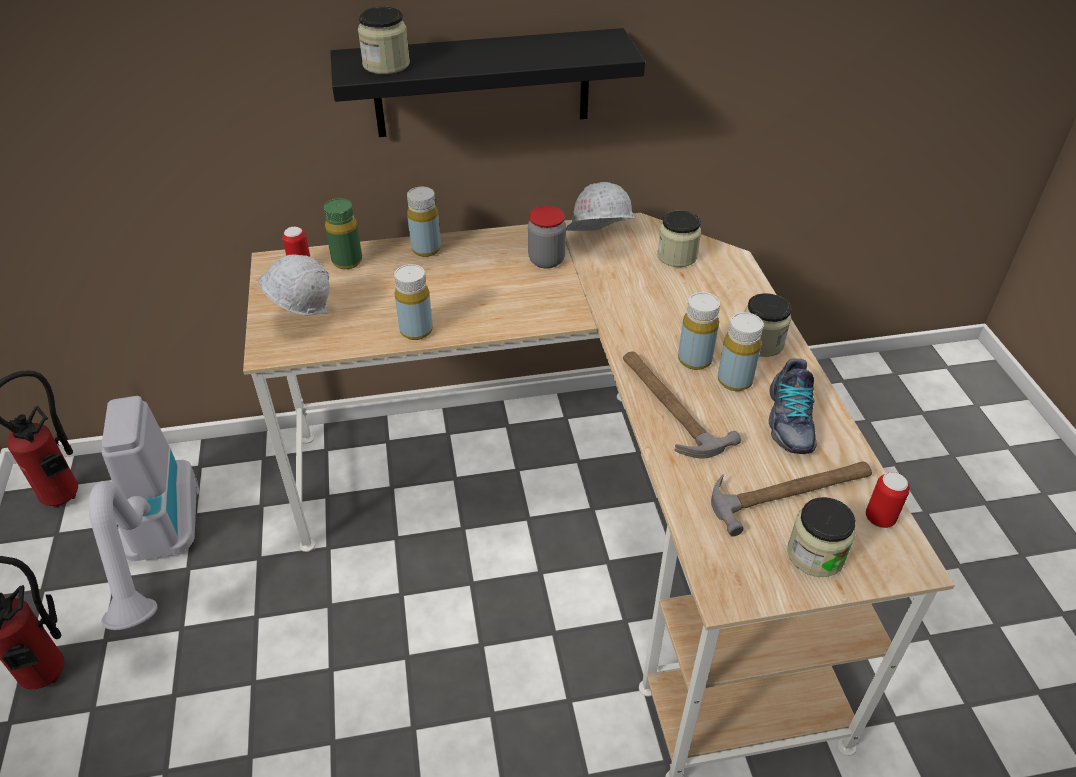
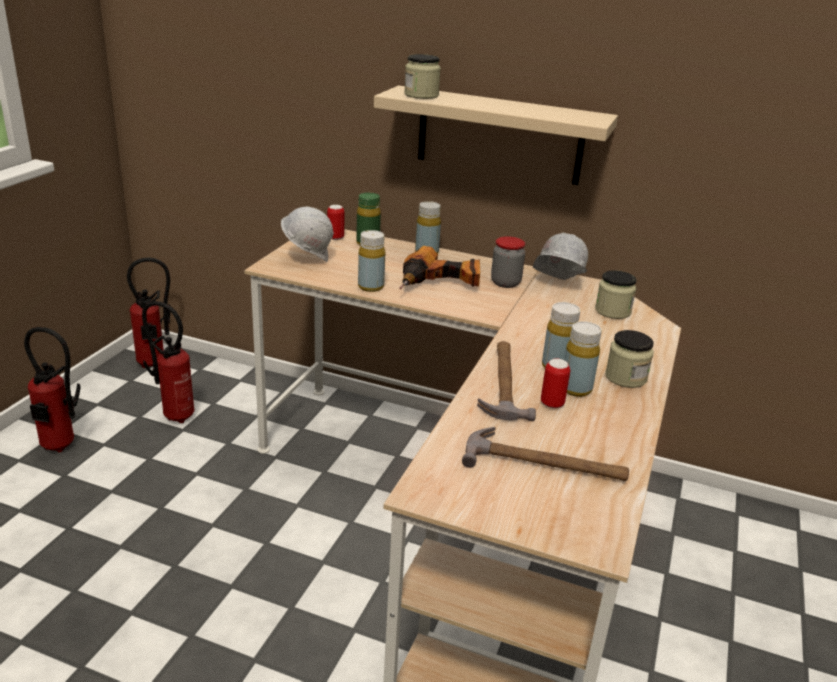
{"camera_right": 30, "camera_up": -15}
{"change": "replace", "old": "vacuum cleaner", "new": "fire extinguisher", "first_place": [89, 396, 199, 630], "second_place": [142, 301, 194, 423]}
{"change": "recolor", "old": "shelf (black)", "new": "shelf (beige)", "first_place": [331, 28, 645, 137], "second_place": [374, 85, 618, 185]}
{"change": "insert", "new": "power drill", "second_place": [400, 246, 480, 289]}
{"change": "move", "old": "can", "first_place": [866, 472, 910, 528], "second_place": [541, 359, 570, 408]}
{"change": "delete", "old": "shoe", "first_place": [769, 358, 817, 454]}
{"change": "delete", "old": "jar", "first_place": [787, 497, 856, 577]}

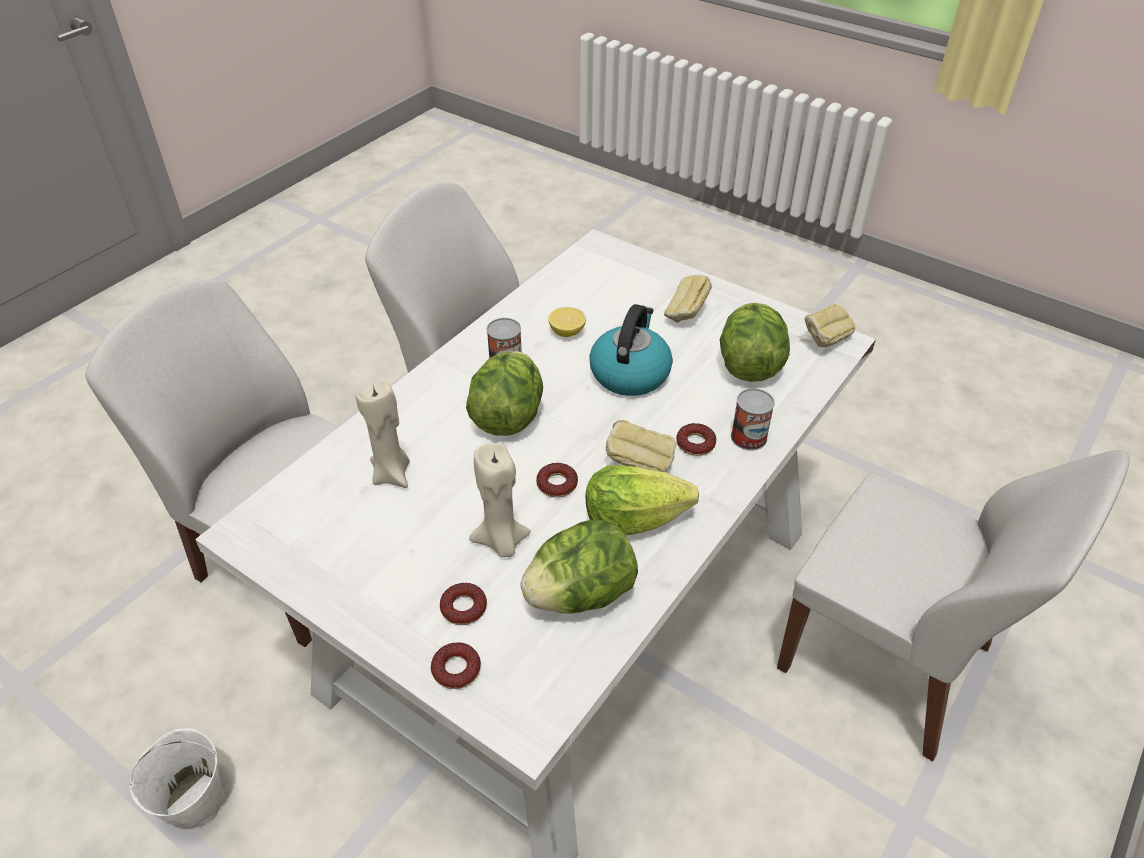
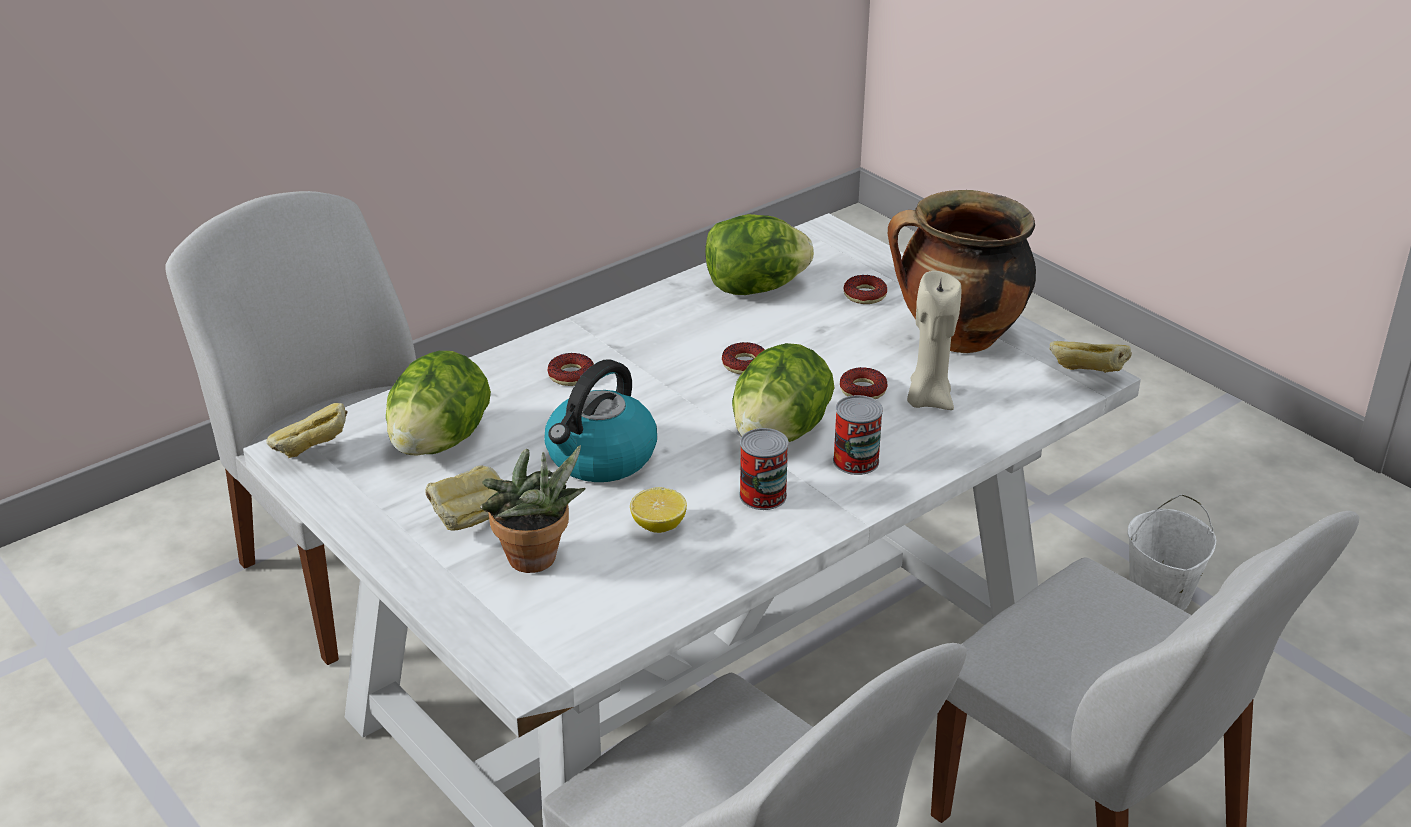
{"camera_right": -165, "camera_up": -10}
{"change": "insert", "new": "potted plant", "second_place": [480, 445, 586, 573]}
{"change": "move", "old": "can", "first_place": [731, 388, 775, 451], "second_place": [833, 395, 883, 475]}
{"change": "move", "old": "donut", "first_place": [431, 642, 481, 689], "second_place": [840, 367, 888, 399]}
{"change": "insert", "new": "cooking pot", "second_place": [888, 190, 1036, 353]}
{"change": "move", "old": "bread", "first_place": [606, 420, 676, 472], "second_place": [1050, 341, 1132, 373]}
{"change": "delete", "old": "candle (beige)", "first_place": [469, 443, 531, 557]}
{"change": "delete", "old": "lettuce", "first_place": [586, 465, 699, 535]}

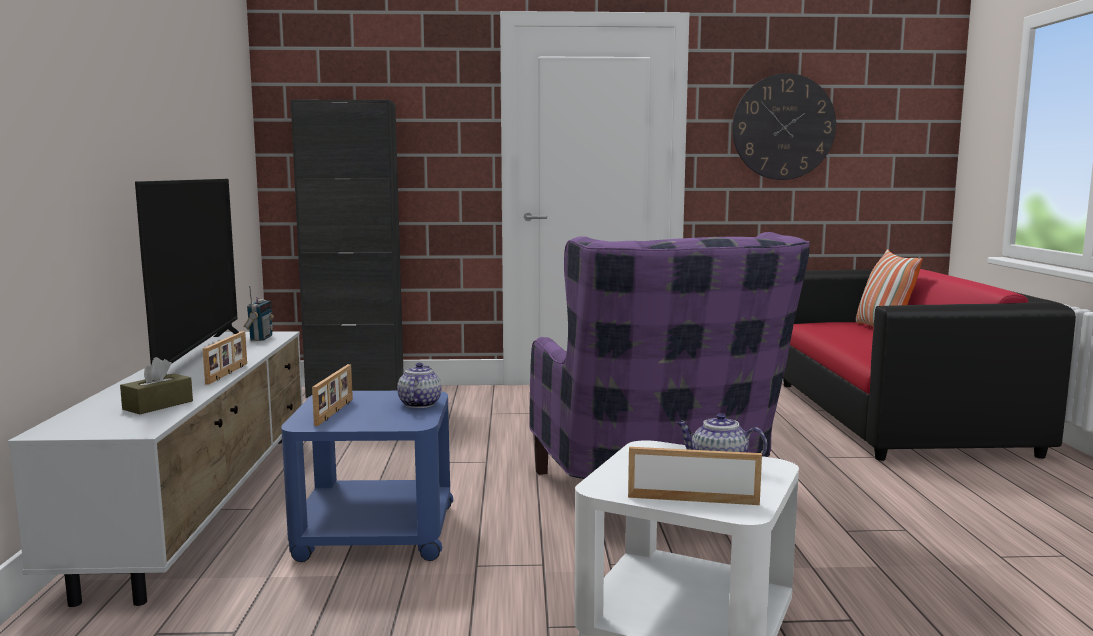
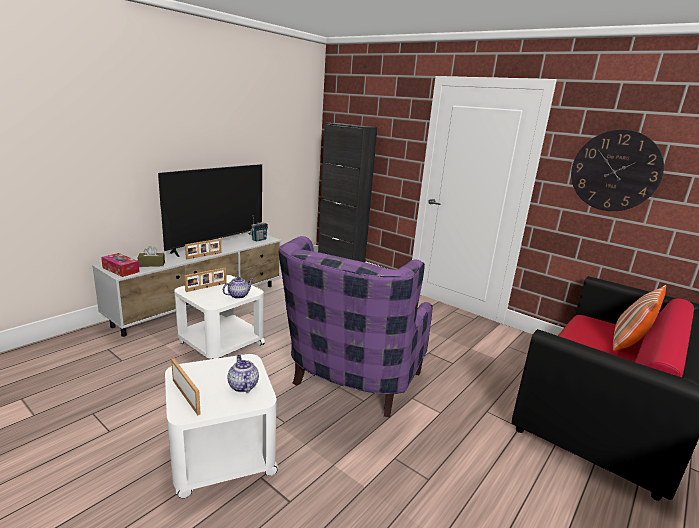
{"camera_right": 40, "camera_up": 10}
{"change": "insert", "new": "tissue box", "second_place": [101, 253, 140, 277]}
{"change": "recolor", "old": "side table (blue)", "new": "side table (white)", "first_place": [281, 391, 454, 562], "second_place": [174, 275, 265, 359]}

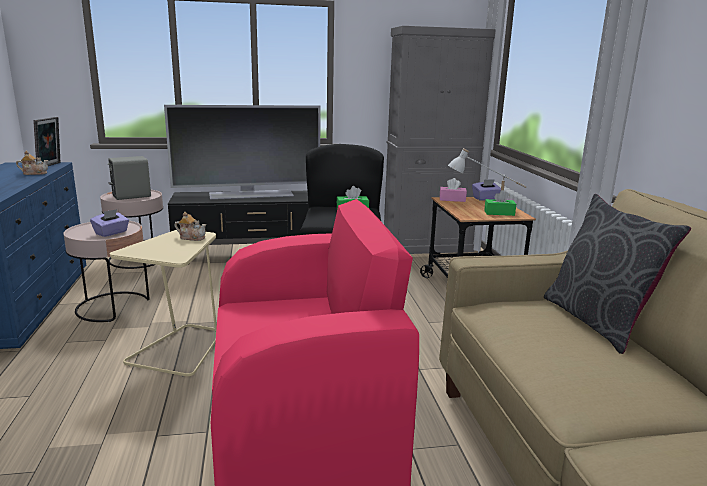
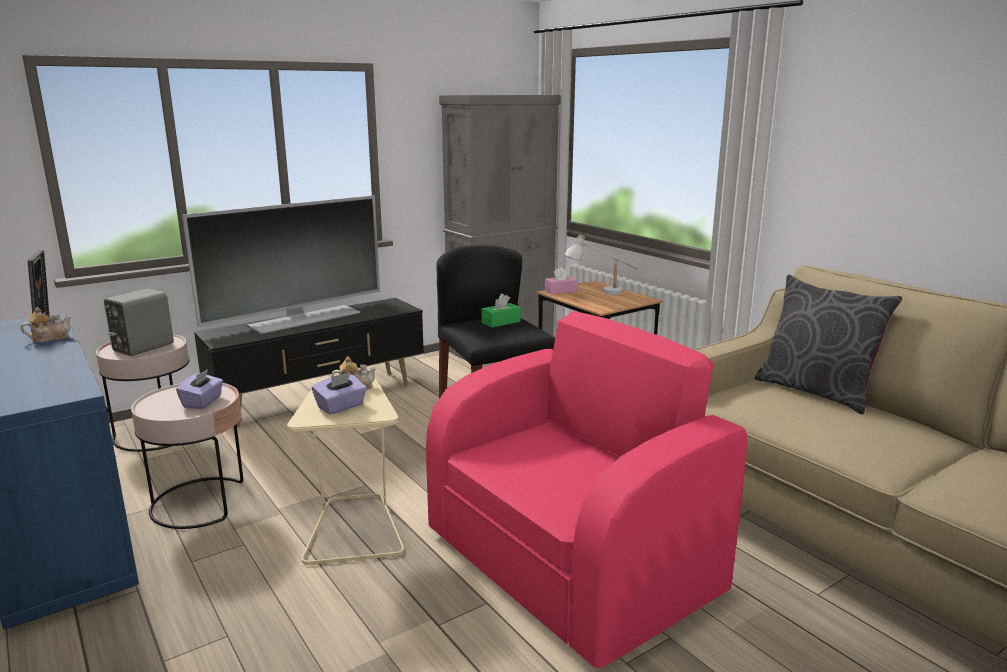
{"camera_right": -25, "camera_up": 0}
{"change": "move", "old": "tissue box (purple)", "first_place": [472, 179, 501, 201], "second_place": [312, 372, 367, 415]}
{"change": "delete", "old": "tissue box (green)", "first_place": [484, 190, 516, 216]}

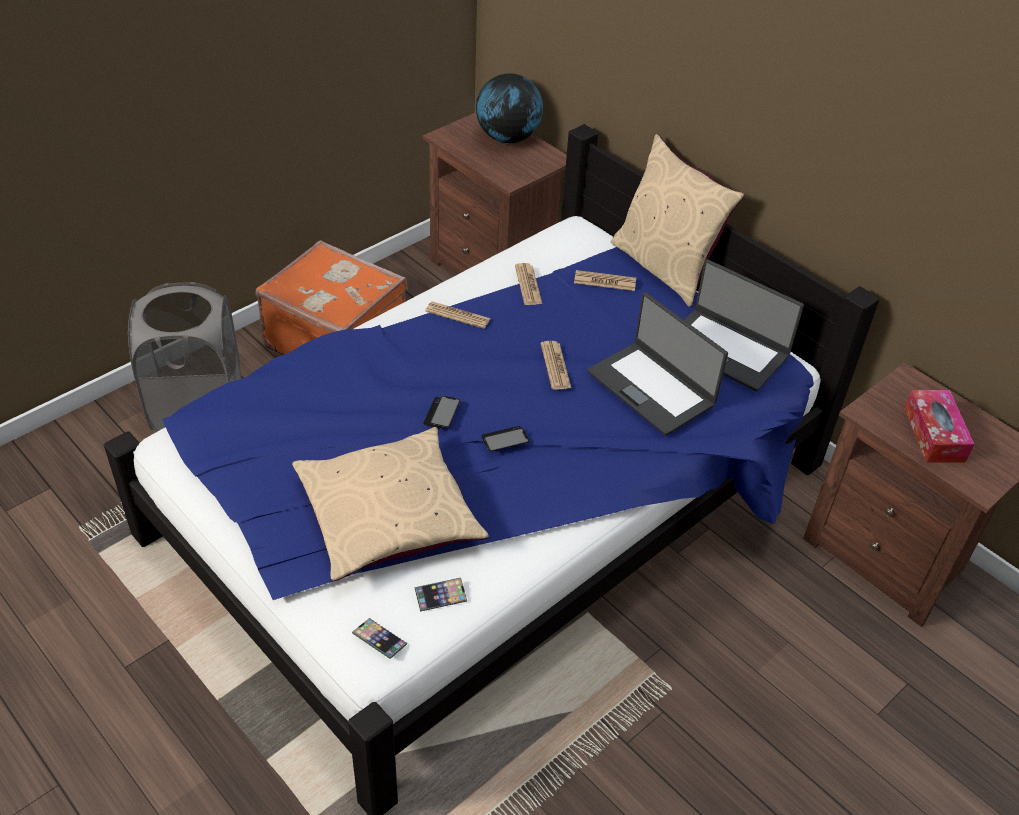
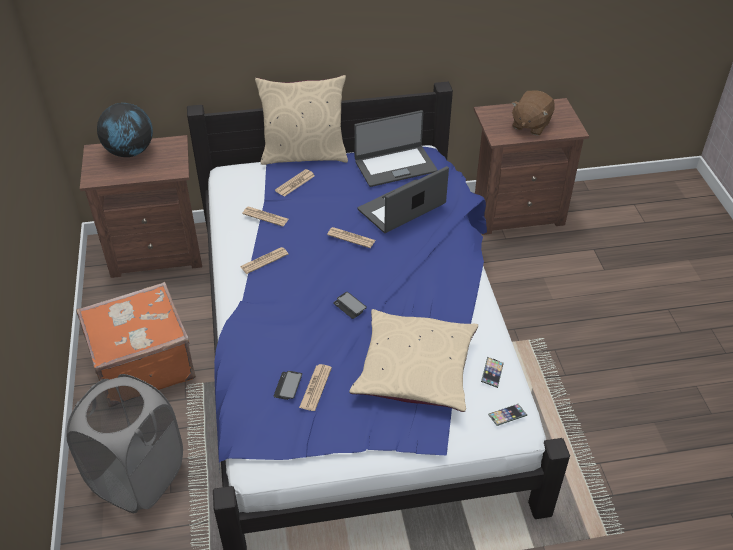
{"camera_right": -55, "camera_up": 0}
{"change": "move", "old": "phone", "first_place": [481, 426, 529, 451], "second_place": [274, 371, 302, 400]}
{"change": "insert", "new": "newspaper", "second_place": [299, 364, 332, 411]}
{"change": "rotate", "old": "laptop", "first_place": [588, 292, 728, 436], "second_place": [358, 166, 449, 233], "degrees": 150}
{"change": "replace", "old": "tissue box", "new": "plush toy (brown)", "first_place": [904, 390, 974, 463], "second_place": [512, 90, 555, 136]}

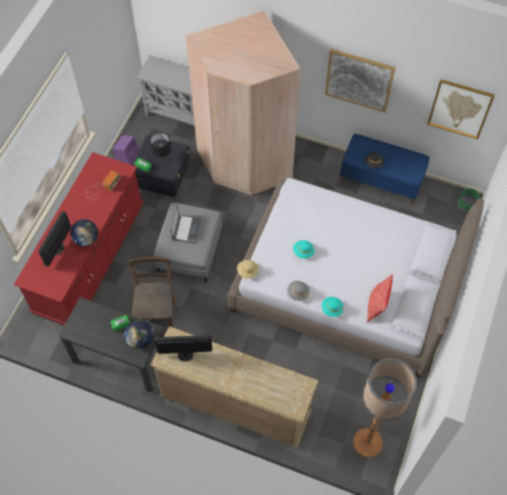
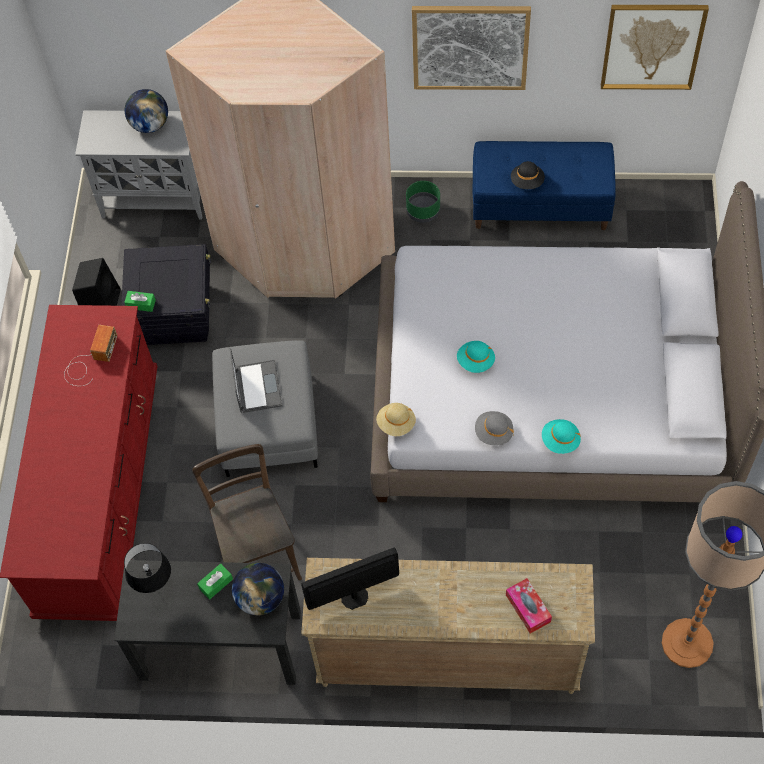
{"camera_right": -15, "camera_up": 0}
{"change": "recolor", "old": "speaker (purple)", "new": "speaker (black)", "first_place": [113, 135, 139, 165], "second_place": [72, 258, 121, 306]}
{"change": "move", "old": "table lamp (black)", "first_place": [150, 133, 172, 159], "second_place": [124, 543, 171, 593]}
{"change": "move", "old": "globe", "first_place": [70, 219, 98, 246], "second_place": [125, 89, 168, 133]}
{"change": "move", "old": "planter (green)", "first_place": [457, 188, 481, 213], "second_place": [406, 181, 440, 223]}
{"change": "insert", "new": "tissue box", "second_place": [506, 578, 552, 633]}
{"change": "delete", "old": "monitor", "first_place": [39, 211, 71, 267]}
{"change": "delete", "old": "pillow", "first_place": [367, 274, 393, 322]}

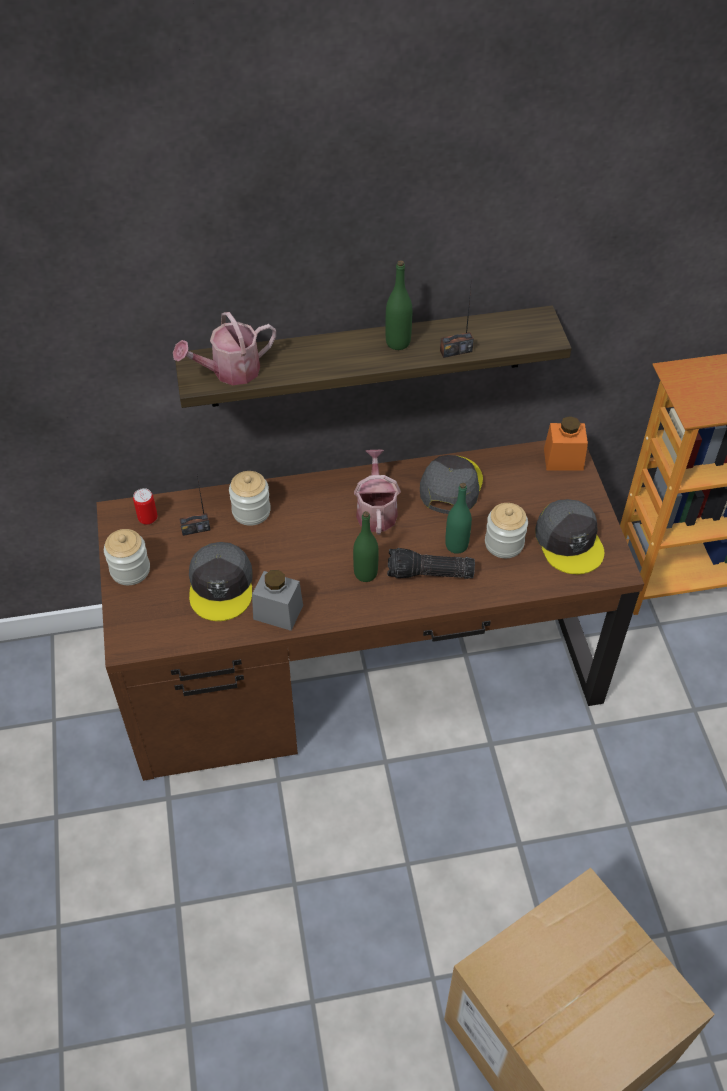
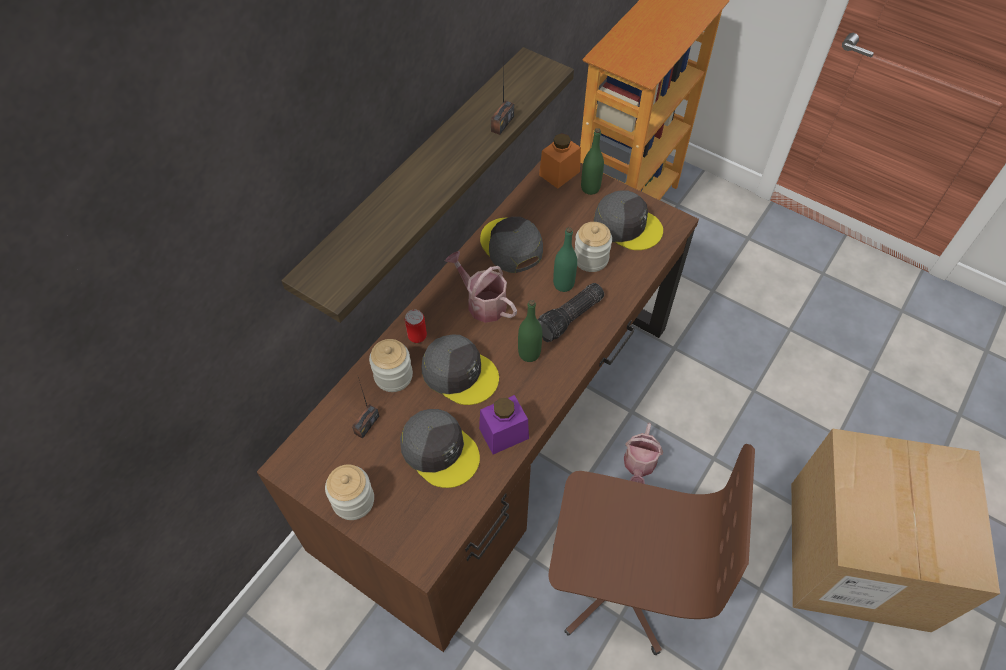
{"camera_right": -45, "camera_up": 5}
{"change": "move", "old": "can", "first_place": [133, 488, 157, 525], "second_place": [405, 310, 427, 343]}
{"change": "insert", "new": "cap (grey)", "second_place": [422, 335, 499, 405]}
{"change": "recolor", "old": "jar (grey)", "new": "jar (purple)", "first_place": [252, 570, 303, 631], "second_place": [479, 395, 529, 454]}
{"change": "insert", "new": "office chair (brown)", "second_place": [549, 444, 755, 655]}
{"change": "move", "old": "bottle (green)", "first_place": [386, 260, 412, 350], "second_place": [581, 128, 604, 195]}
{"change": "move", "old": "watering can", "first_place": [173, 312, 276, 385], "second_place": [624, 422, 663, 484]}

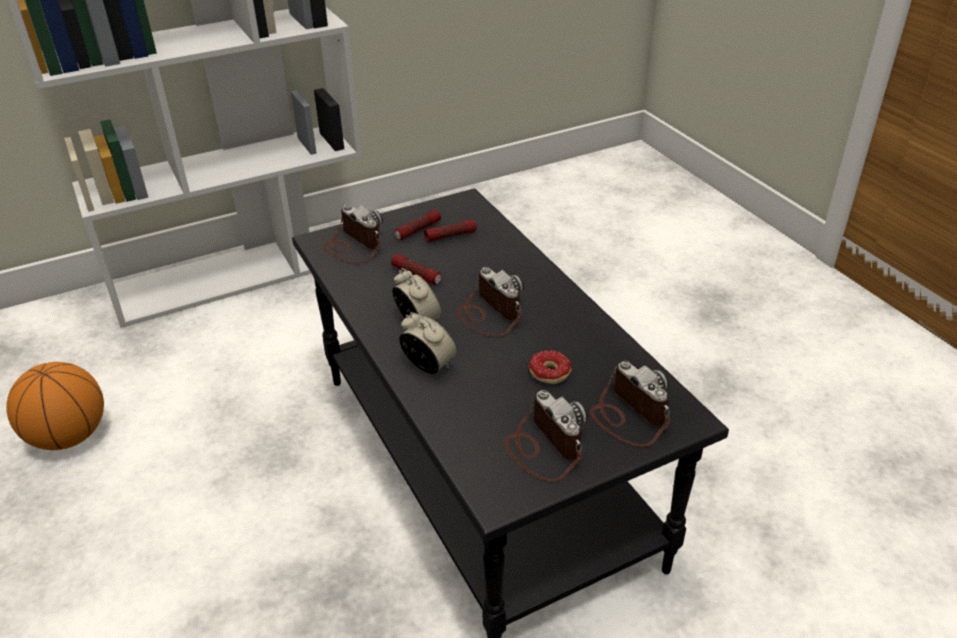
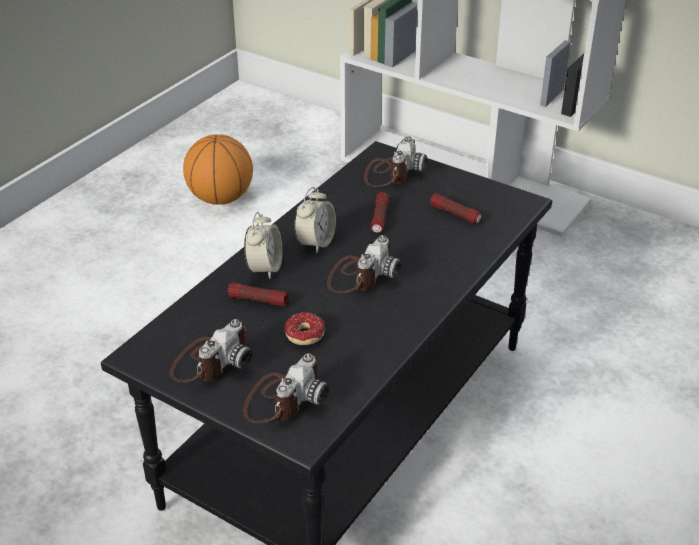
{"camera_right": 60, "camera_up": 0}
{"change": "move", "old": "flashlight", "first_place": [395, 209, 441, 240], "second_place": [228, 283, 288, 307]}

